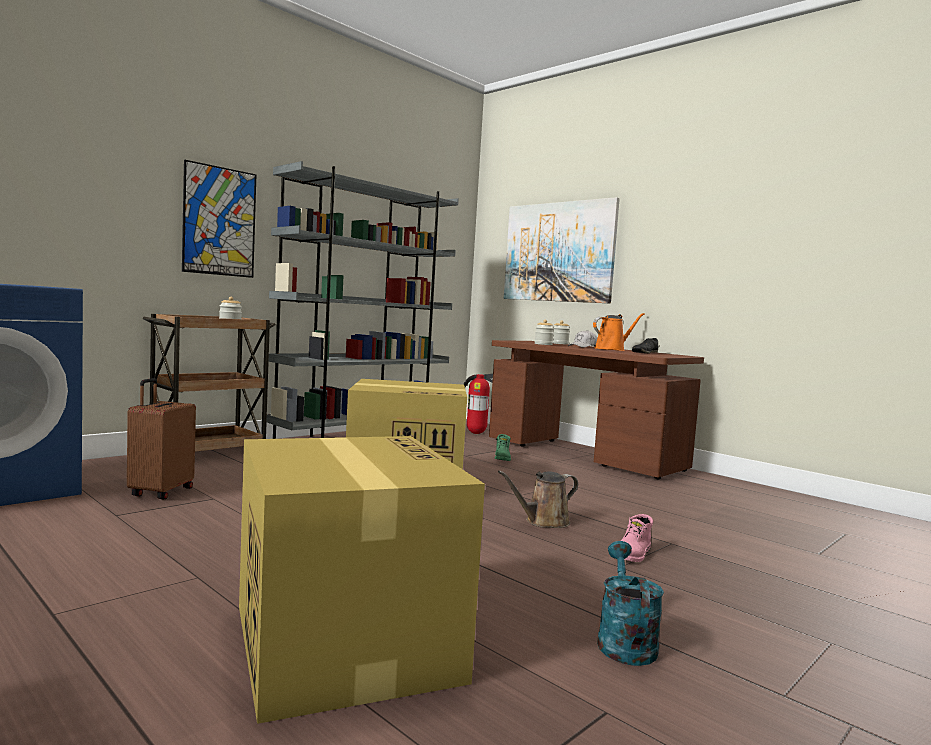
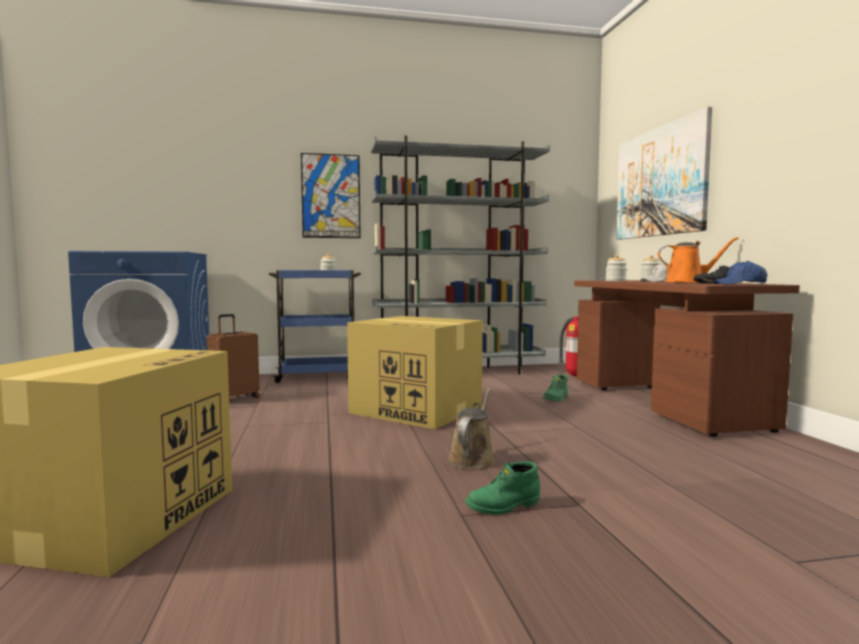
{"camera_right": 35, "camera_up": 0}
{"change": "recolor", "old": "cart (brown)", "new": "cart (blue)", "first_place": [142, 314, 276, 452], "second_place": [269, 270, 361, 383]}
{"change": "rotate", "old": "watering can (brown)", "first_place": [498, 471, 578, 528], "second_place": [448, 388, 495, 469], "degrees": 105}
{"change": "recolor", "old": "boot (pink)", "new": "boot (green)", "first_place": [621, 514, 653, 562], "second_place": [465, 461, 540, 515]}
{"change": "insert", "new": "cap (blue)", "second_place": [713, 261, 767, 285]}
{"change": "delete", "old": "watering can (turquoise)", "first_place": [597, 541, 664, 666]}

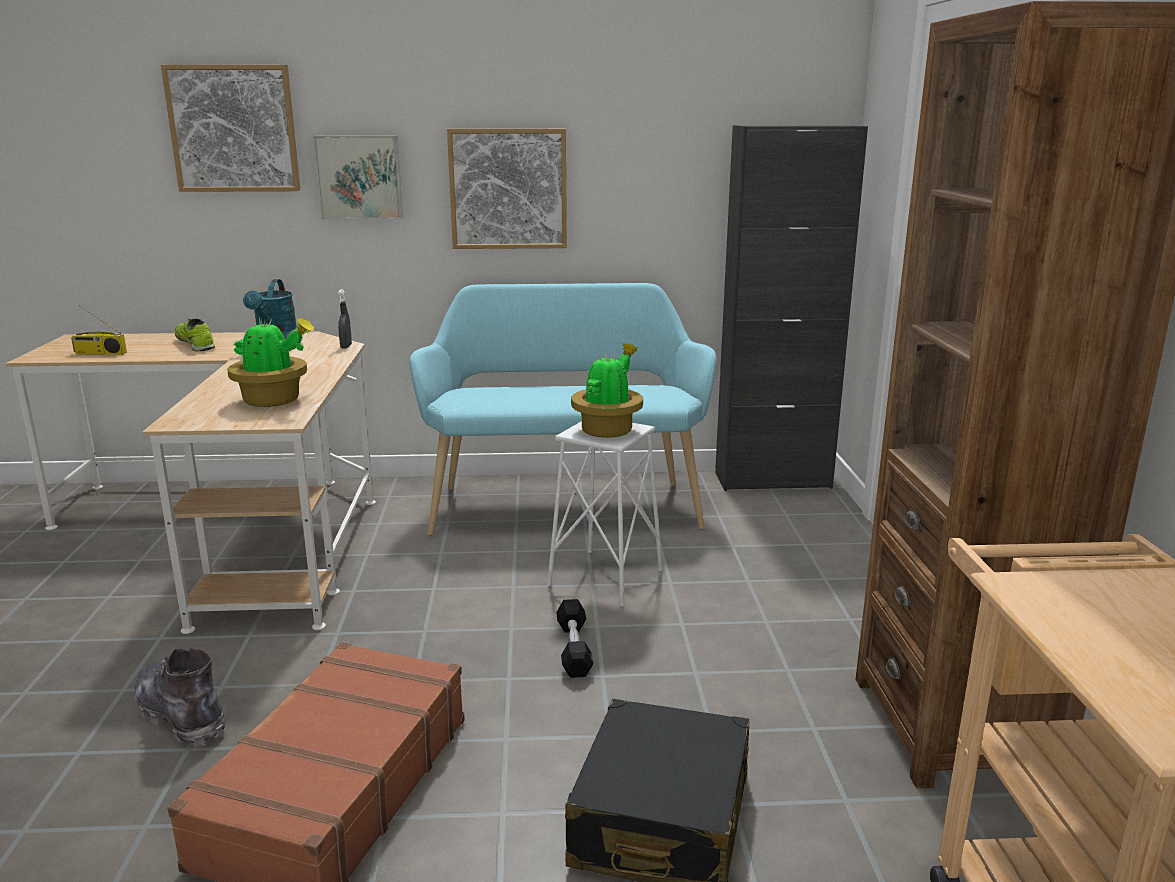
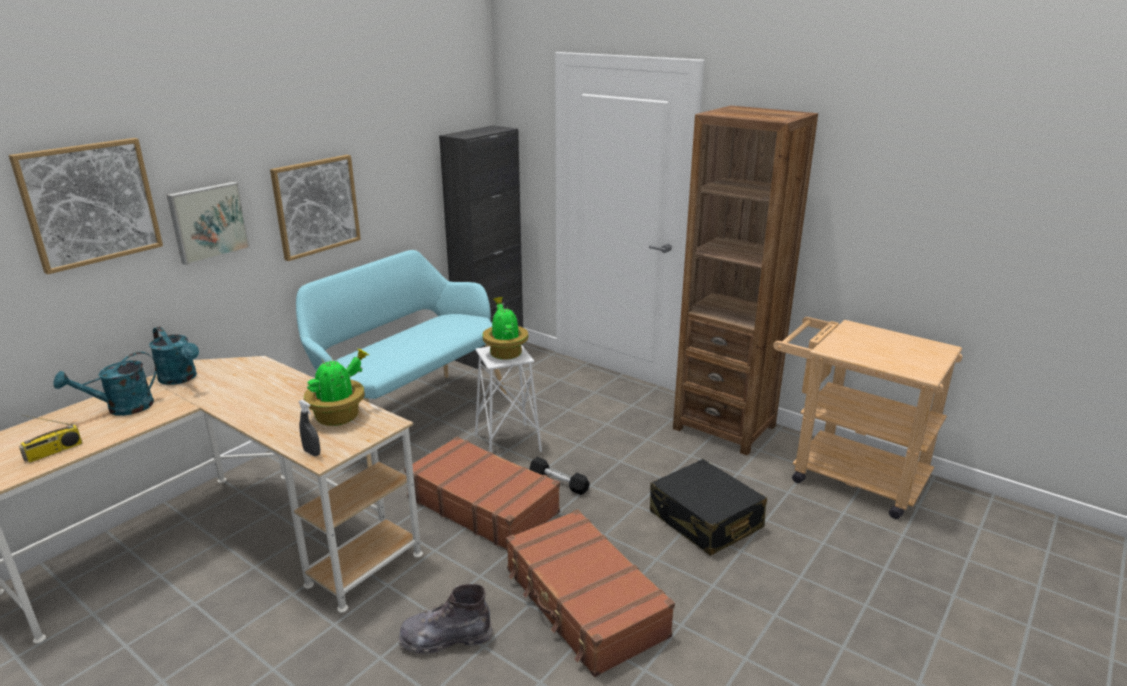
{"camera_right": -50, "camera_up": 5}
{"change": "replace", "old": "shoe", "new": "watering can (turquoise)", "first_place": [174, 319, 215, 351], "second_place": [53, 352, 157, 416]}
{"change": "move", "old": "spray bottle (grey)", "first_place": [338, 289, 352, 349], "second_place": [298, 400, 320, 456]}
{"change": "insert", "new": "suitcase (brown)", "second_place": [404, 436, 560, 551]}

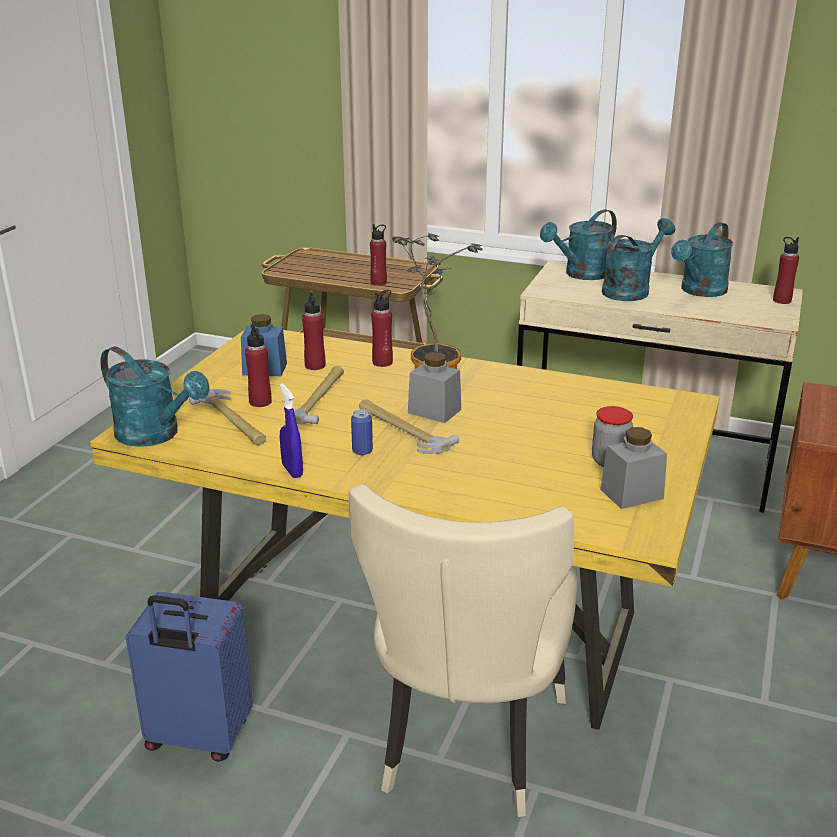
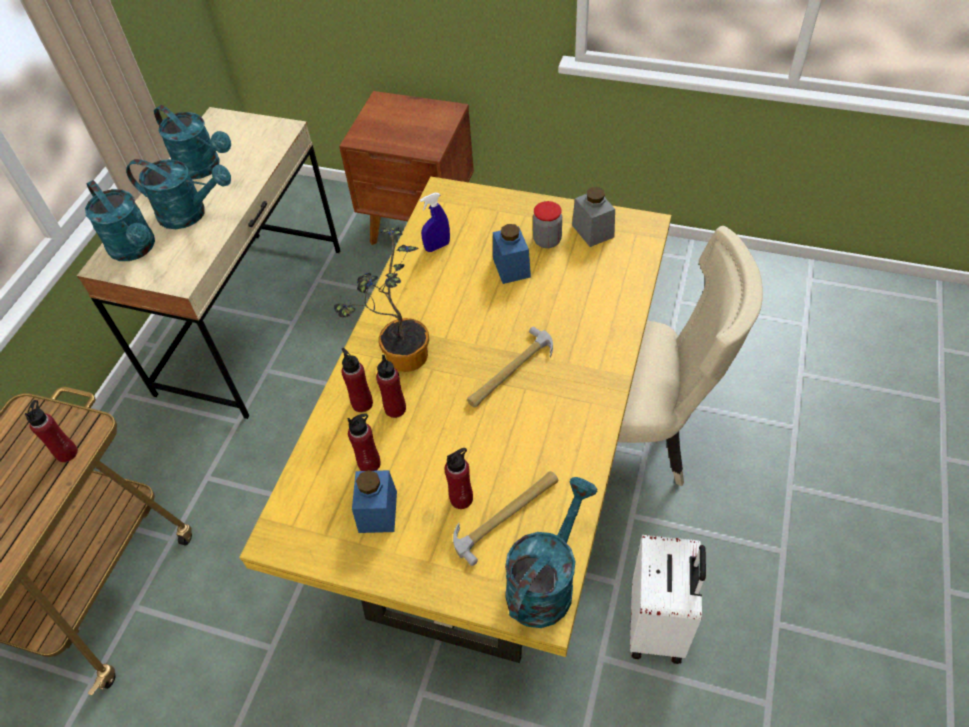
{"camera_right": -90, "camera_up": 25}
{"change": "rotate", "old": "watering can (turquoise)", "first_place": [602, 218, 675, 301], "second_place": [126, 159, 231, 229], "degrees": 150}
{"change": "move", "old": "bottle (red)", "first_place": [773, 237, 799, 304], "second_place": [376, 355, 406, 418]}
{"change": "move", "old": "spray bottle (blue)", "first_place": [280, 383, 303, 478], "second_place": [420, 193, 450, 252]}
{"change": "insert", "new": "jar (blue)", "second_place": [493, 224, 531, 284]}
{"change": "recolor", "old": "suitcase (blue)", "new": "suitcase (white)", "first_place": [126, 592, 253, 762], "second_place": [630, 535, 706, 664]}
{"change": "delete", "old": "hammer", "first_place": [294, 366, 344, 425]}
{"change": "delete", "old": "can", "first_place": [351, 409, 373, 455]}
{"change": "delete", "old": "jar (grey)", "first_place": [408, 352, 461, 423]}

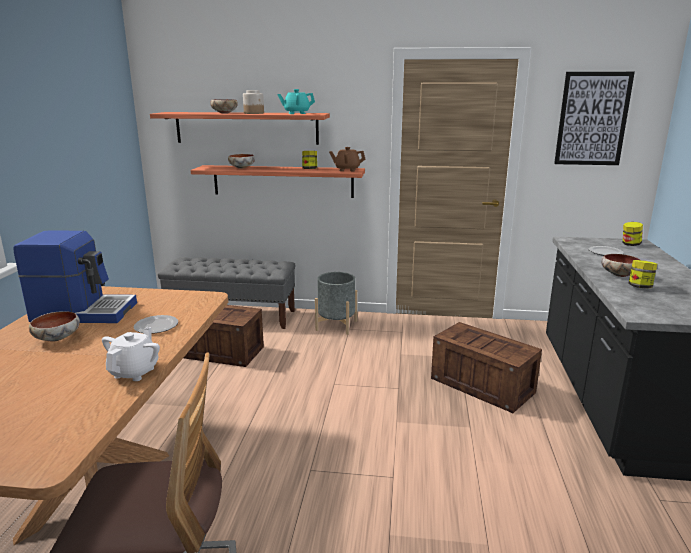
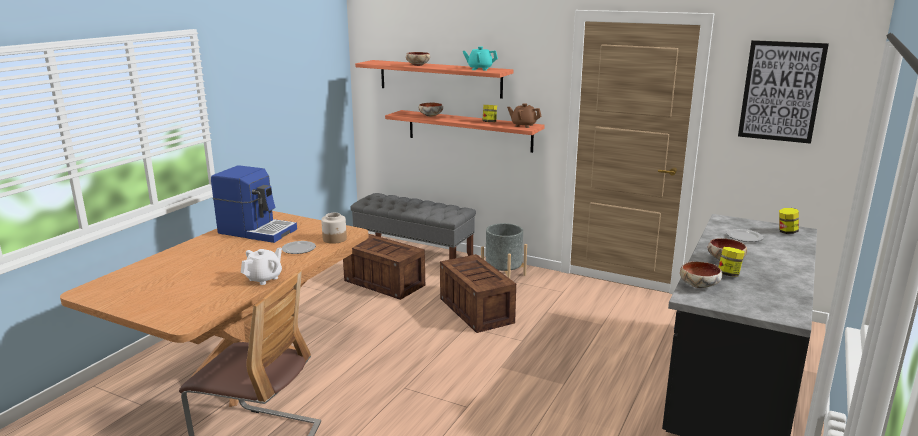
{"camera_right": 20, "camera_up": 0}
{"change": "move", "old": "jar", "first_place": [243, 90, 264, 114], "second_place": [321, 213, 347, 244]}
{"change": "move", "old": "crate", "first_place": [431, 322, 542, 413], "second_place": [440, 254, 516, 333]}
{"change": "move", "old": "bowl", "first_place": [29, 311, 80, 342], "second_place": [680, 261, 722, 288]}

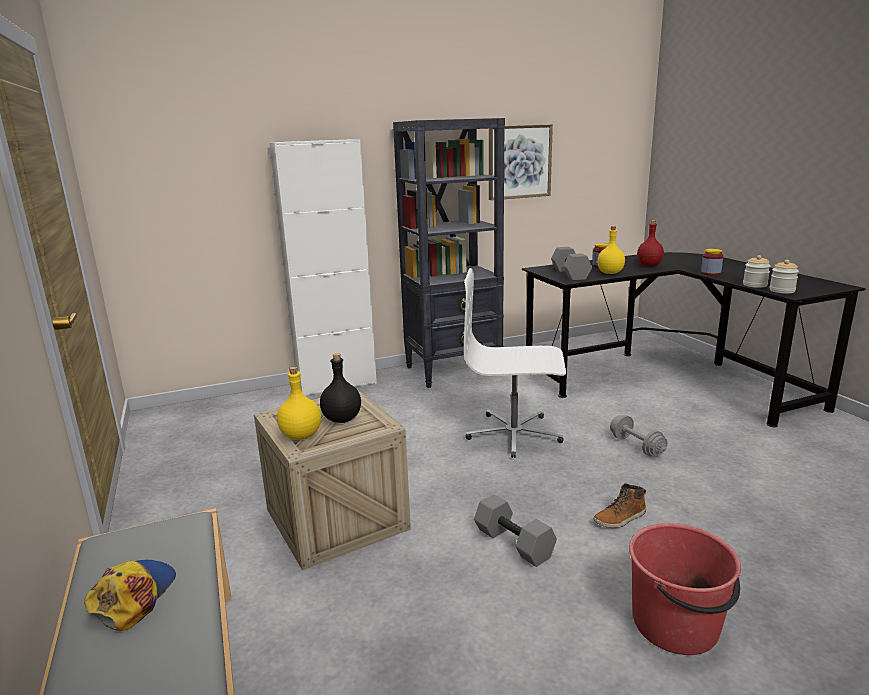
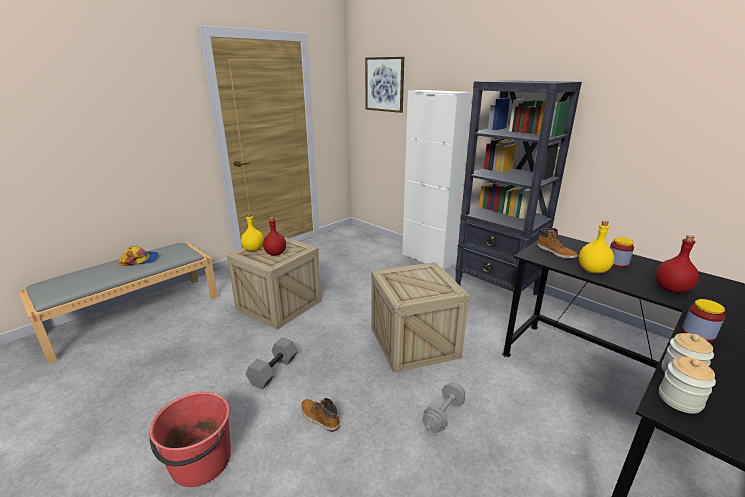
{"camera_right": 65, "camera_up": 5}
{"change": "recolor", "old": "bottle (black)", "new": "bottle (red)", "first_place": [320, 353, 361, 423], "second_place": [263, 217, 286, 255]}
{"change": "move", "old": "picture", "first_place": [489, 125, 553, 200], "second_place": [365, 57, 404, 113]}
{"change": "replace", "old": "office chair (white)", "new": "crate", "first_place": [464, 268, 566, 458], "second_place": [371, 262, 469, 373]}
{"change": "replace", "old": "dumbbell (grey)", "new": "boot", "first_place": [551, 247, 592, 280], "second_place": [536, 228, 578, 259]}

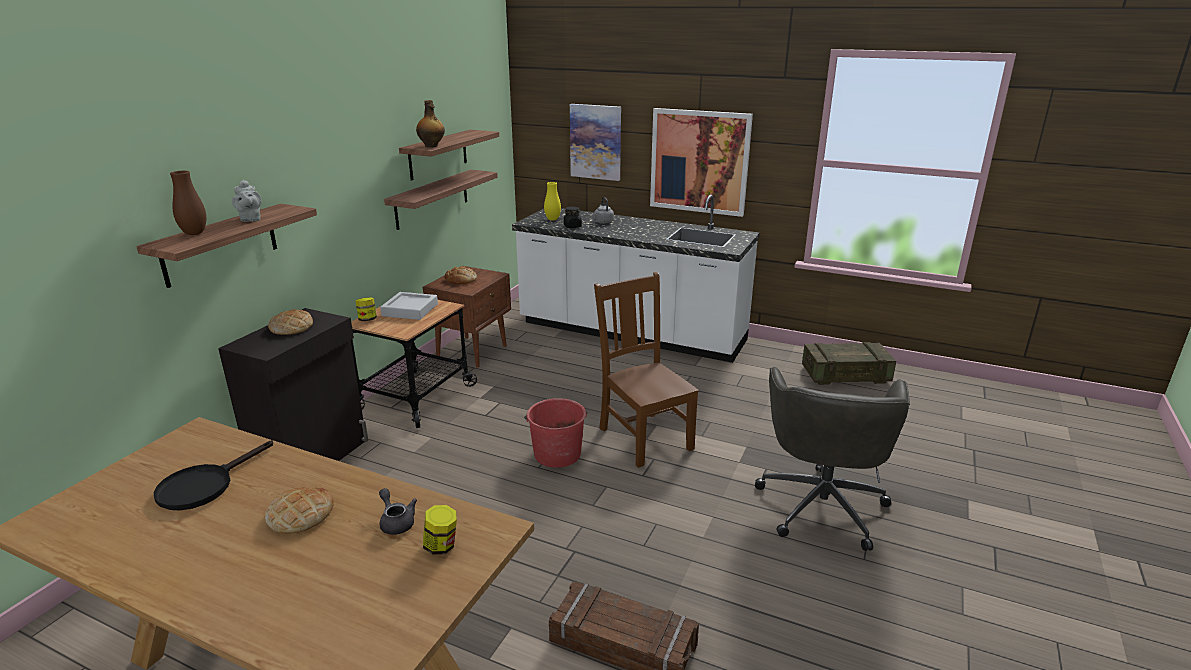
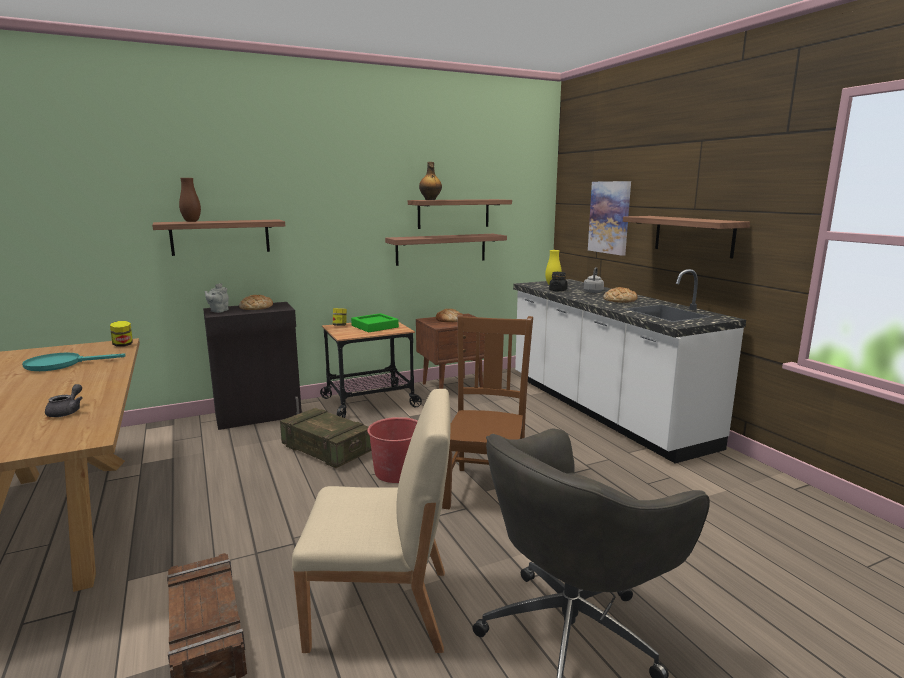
{"camera_right": 40, "camera_up": -10}
{"change": "recolor", "old": "frying pan (black)", "new": "frying pan (turquoise)", "first_place": [154, 440, 273, 510], "second_place": [22, 353, 126, 371]}
{"change": "move", "old": "jar", "first_place": [423, 505, 457, 555], "second_place": [110, 321, 133, 347]}
{"change": "move", "old": "teapot (grey)", "first_place": [232, 179, 262, 222], "second_place": [205, 283, 229, 313]}
{"change": "move", "old": "crate", "first_place": [802, 342, 896, 385], "second_place": [280, 408, 371, 468]}
{"change": "insert", "new": "chair (beige)", "second_place": [292, 389, 450, 653]}
{"change": "recolor", "old": "tray (grey)", "new": "tray (green)", "first_place": [380, 292, 438, 320], "second_place": [351, 313, 399, 332]}
{"change": "move", "old": "bread", "first_place": [265, 487, 334, 534], "second_place": [603, 287, 638, 303]}
{"change": "replace", "old": "picture", "new": "shelf", "first_place": [650, 108, 753, 217], "second_place": [623, 216, 750, 259]}

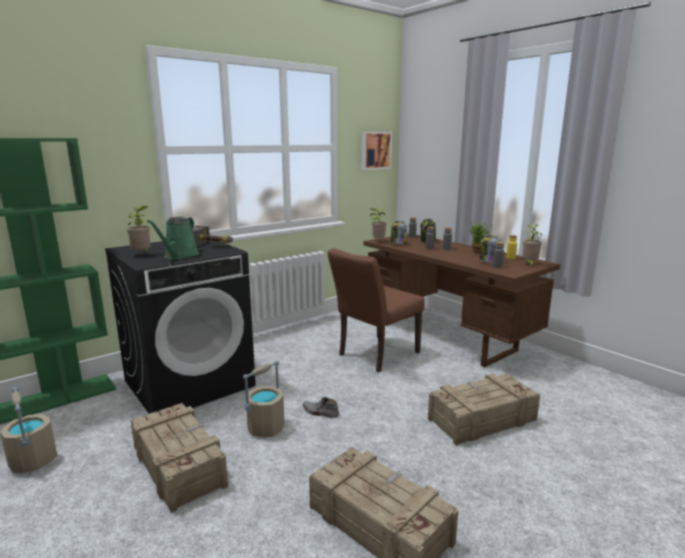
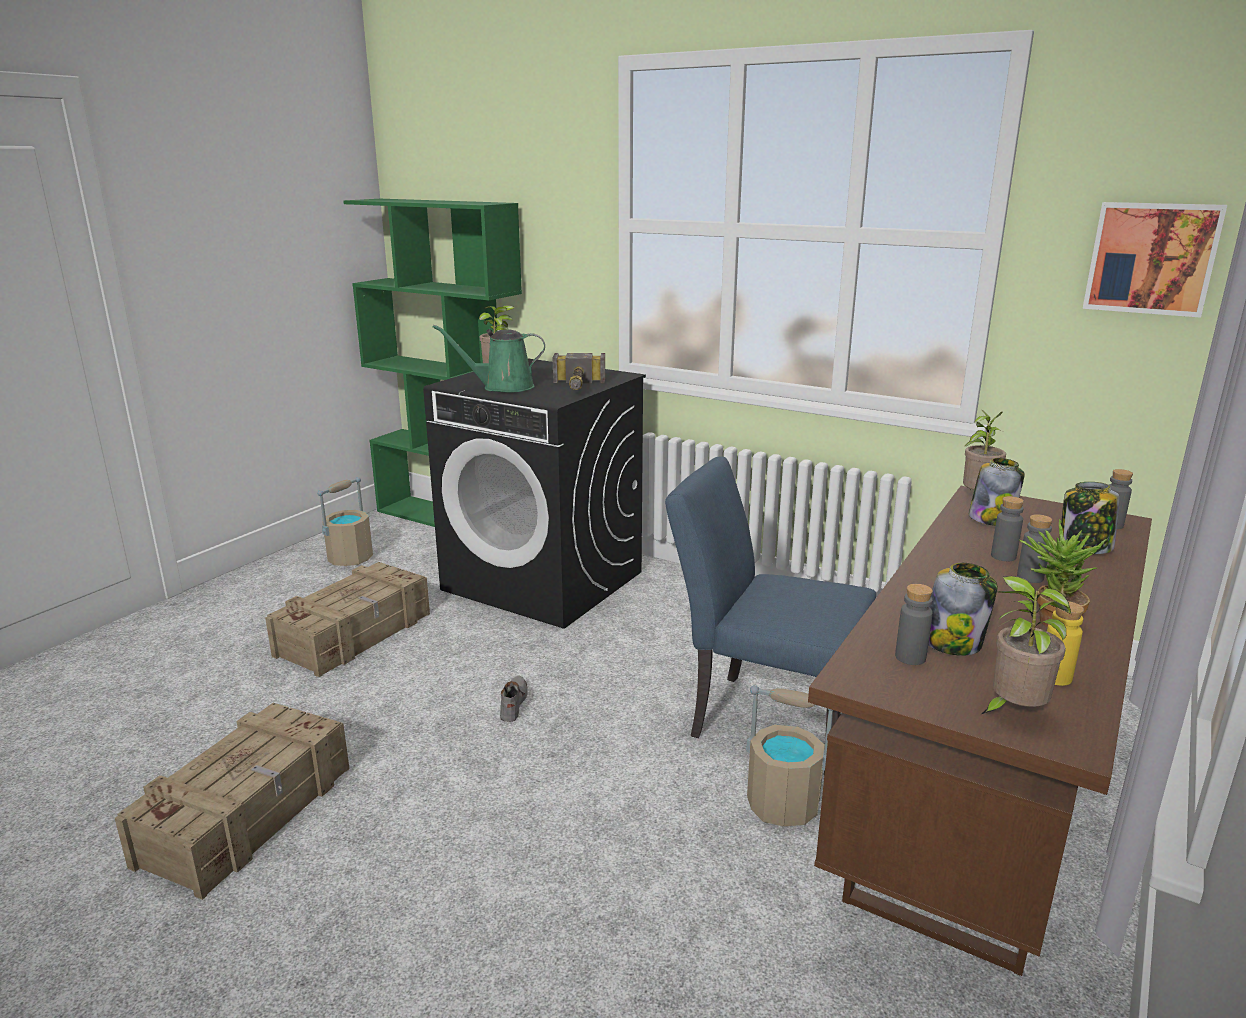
{"camera_right": 70, "camera_up": 5}
{"change": "recolor", "old": "chair (brown)", "new": "chair (blue)", "first_place": [328, 248, 425, 372], "second_place": [665, 456, 876, 774]}
{"change": "move", "old": "bucket (beige)", "first_place": [243, 361, 285, 437], "second_place": [746, 685, 834, 827]}
{"change": "delete", "old": "crate", "first_place": [428, 373, 540, 446]}

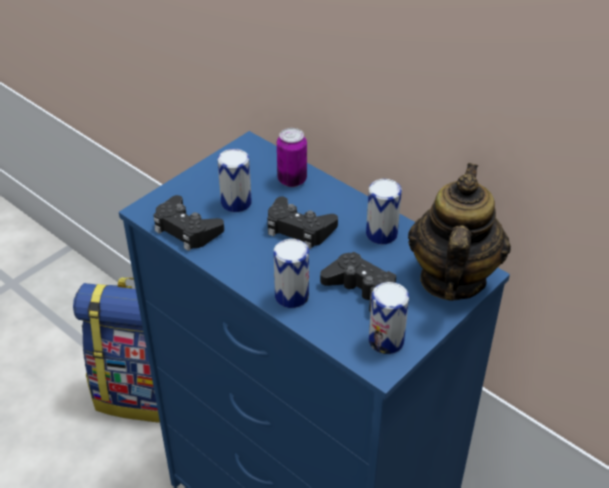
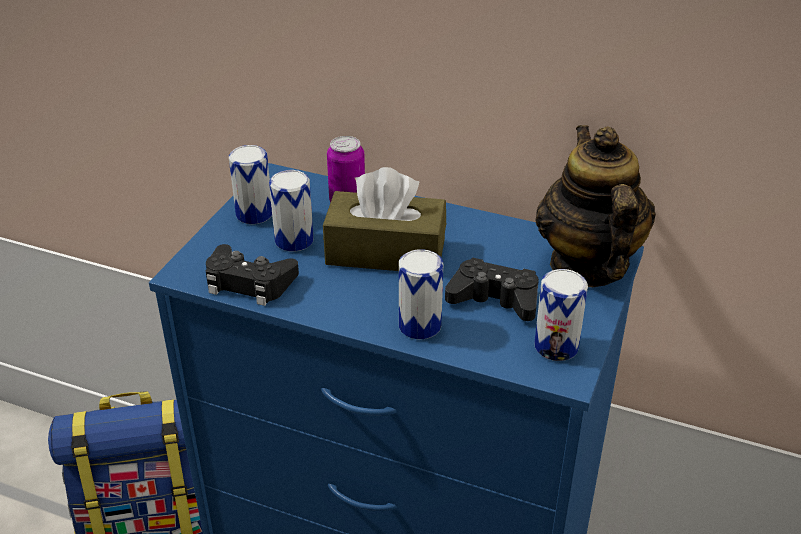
{"camera_right": -20, "camera_up": -5}
{"change": "move", "old": "can", "first_place": [366, 179, 402, 245], "second_place": [229, 145, 272, 224]}
{"change": "replace", "old": "game controller (black)", "new": "tissue box (brown)", "first_place": [267, 197, 338, 249], "second_place": [323, 167, 446, 271]}

